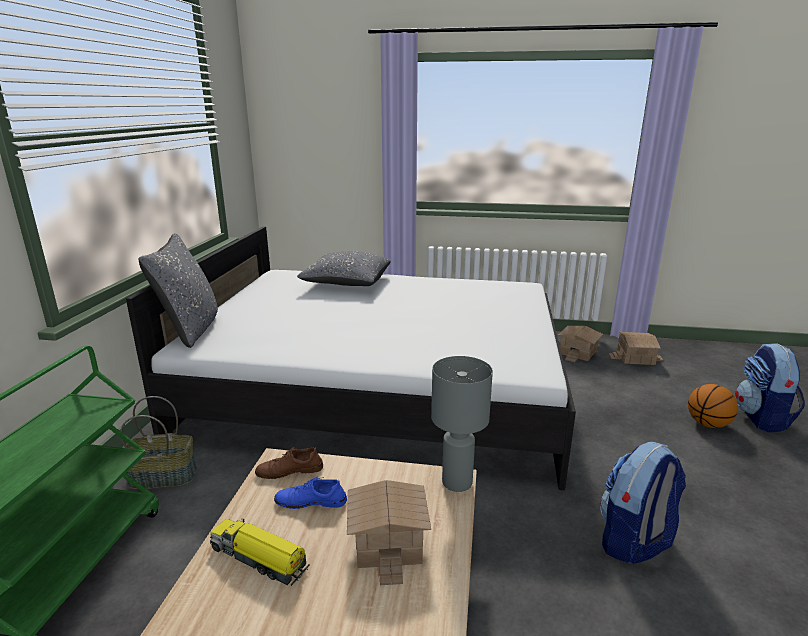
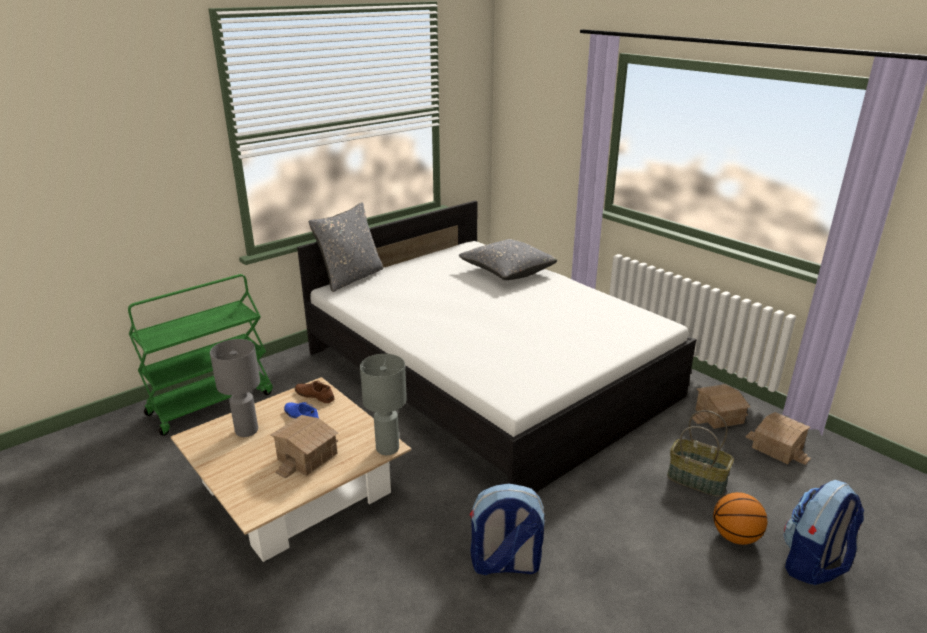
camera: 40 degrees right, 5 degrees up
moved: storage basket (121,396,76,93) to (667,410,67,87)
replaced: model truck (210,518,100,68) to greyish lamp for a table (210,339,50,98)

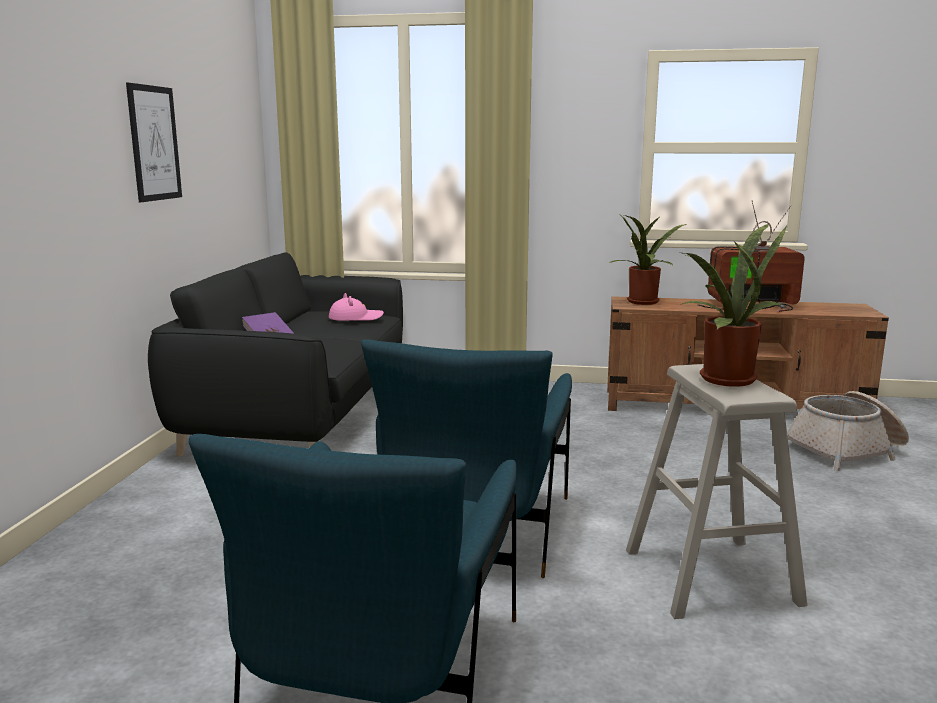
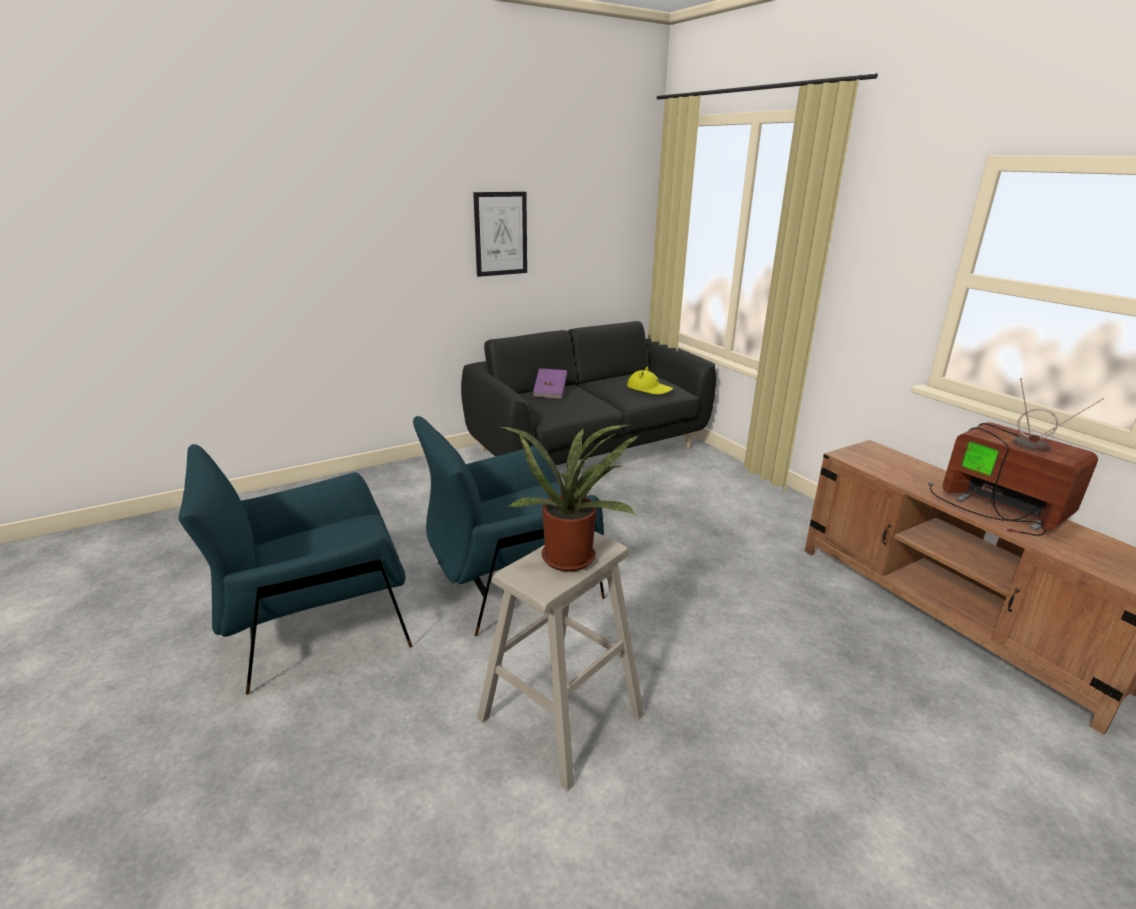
camera: 50 degrees right, 10 degrees up
removed: houseplant (608,215,79,90); storage basket (787,391,122,80)
recoloured: pink wearable hat (329,293,55,28) to yellow wearable hat (627,366,46,29)

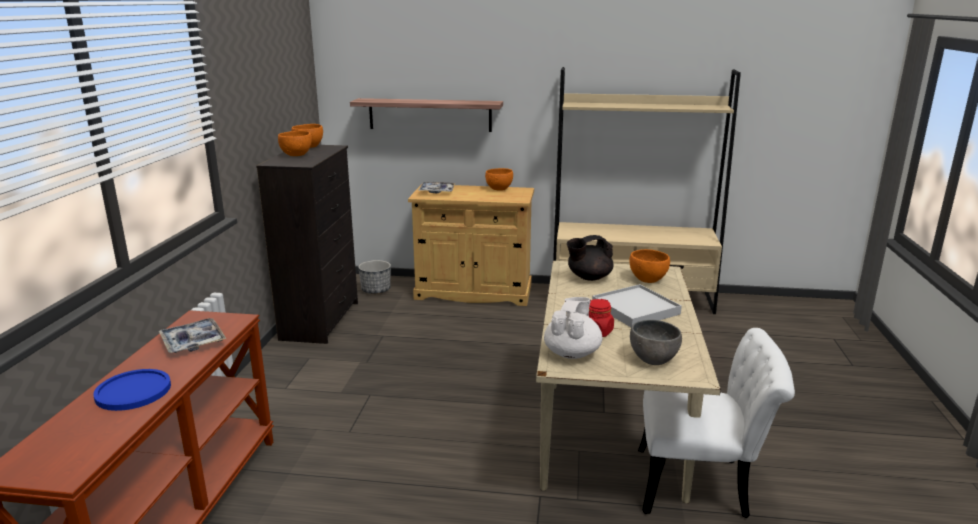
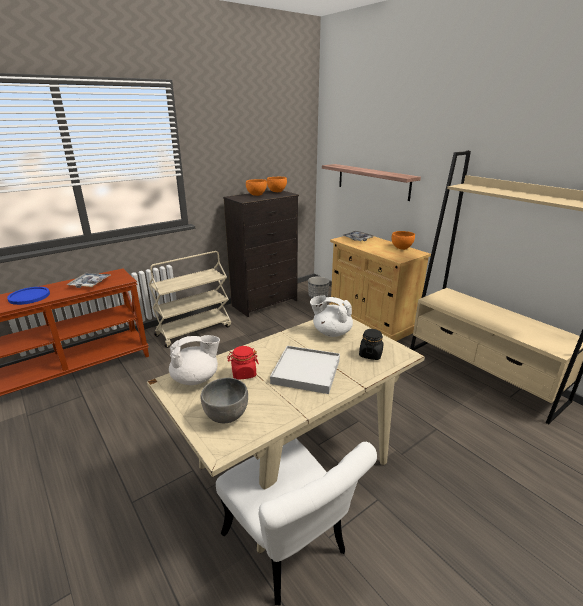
camera: 45 degrees right, 5 degrees up
added: beige-coloured wheeled cart (149,251,82,97)
replaced: orangey serving bowl (629,249,41,34) to blackish jar (359,329,24,31)
recoloured: blackish pot for tea (567,235,47,46) to white-coloured pot for tea (310,295,43,42)

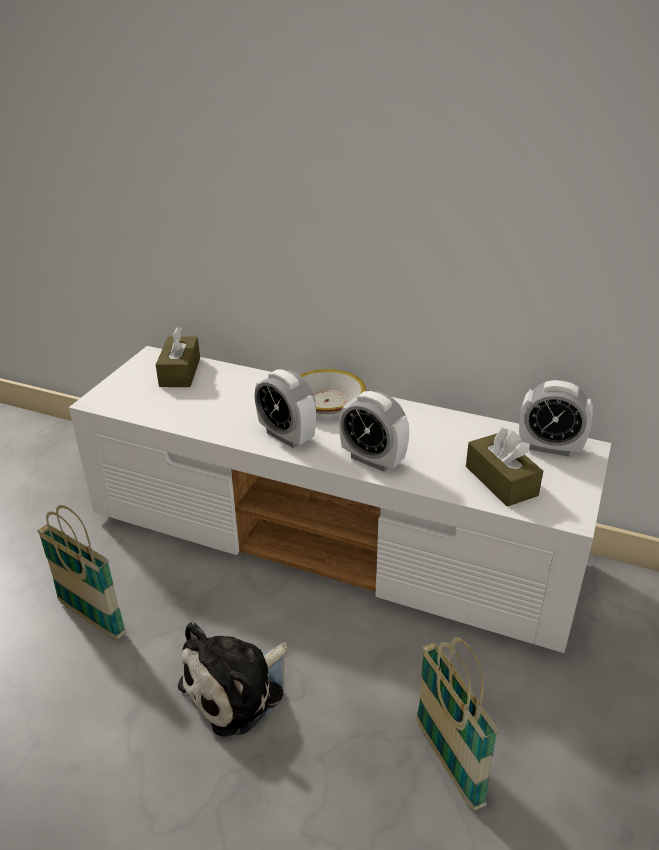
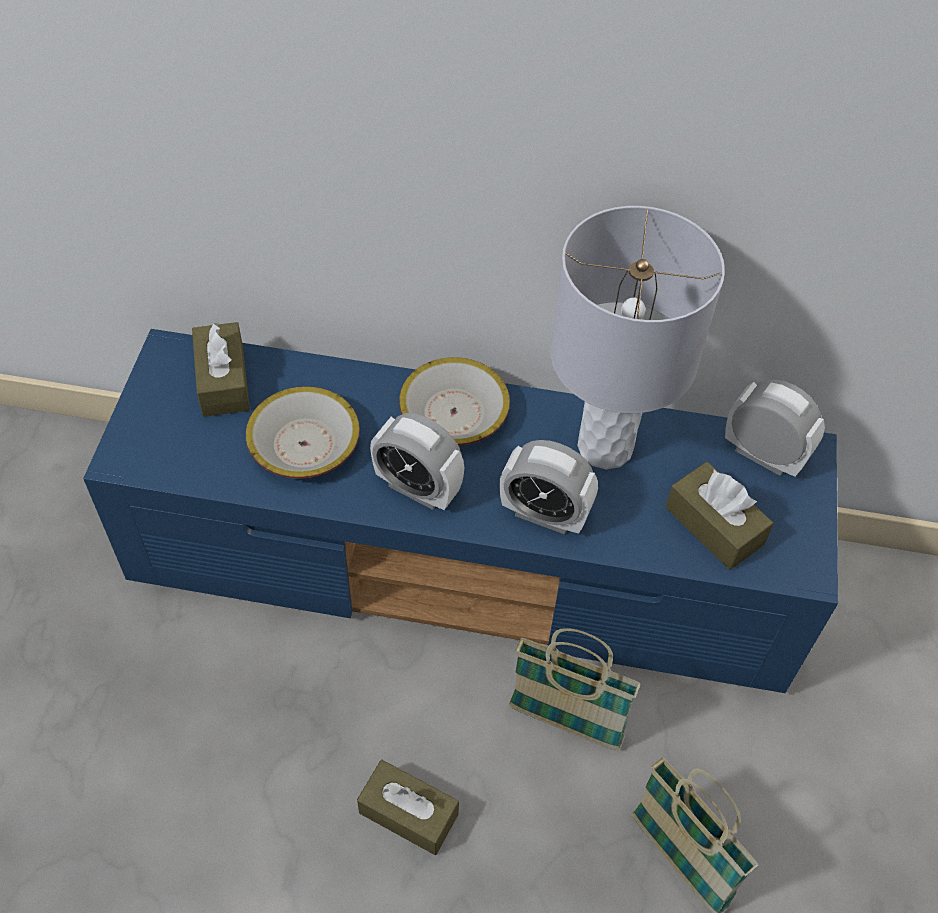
camera: 15 degrees left, 20 degrees up
added: serving bowl (246,386,114,93); greyish lamp for a table (550,206,175,264)
moved: storage basket (37,505,89,135) to (509,628,132,123)
replaced: soft toy (178,622,110,115) to brownish tissue box (357,760,102,95)
recoloured: white-coloured media console (69,346,542,307) to blue-coloured media console (83,329,755,364)
turned: alarm clock (519,380,74,77) = (725,380,100,97) 150 degrees counterclockwise

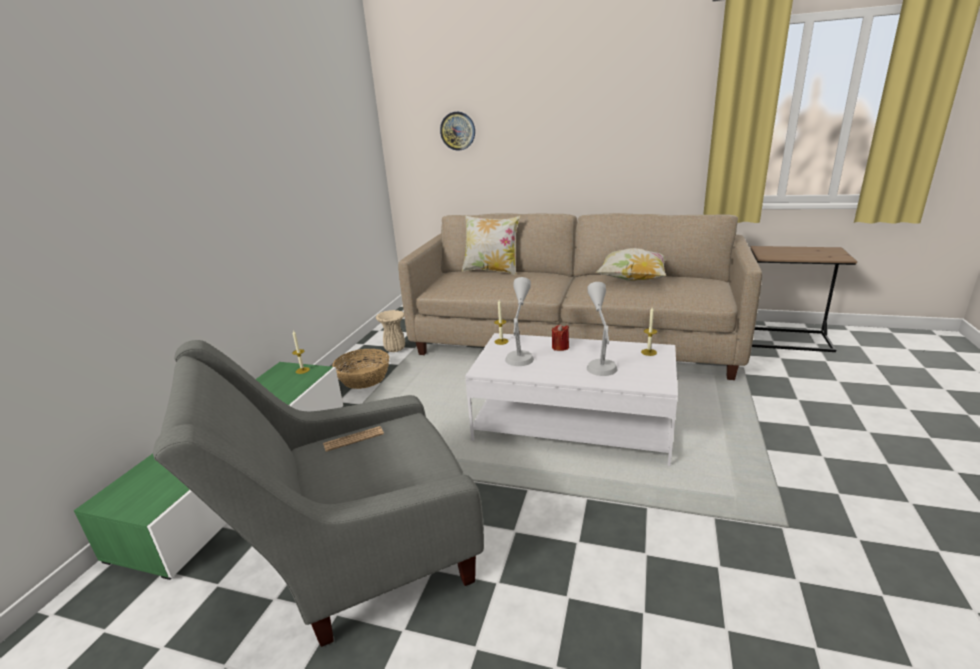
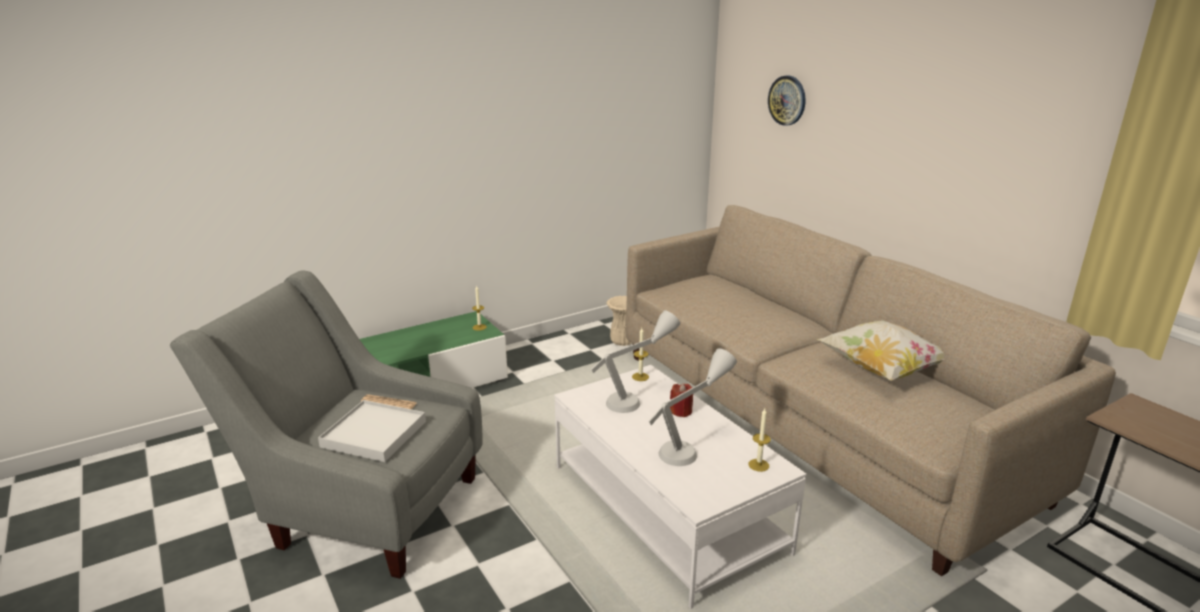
camera: 40 degrees right, 0 degrees up
removed: storage basket (332,349,57,40); cushion (462,216,58,59)
added: white-coloured carrying tray (318,400,108,62)

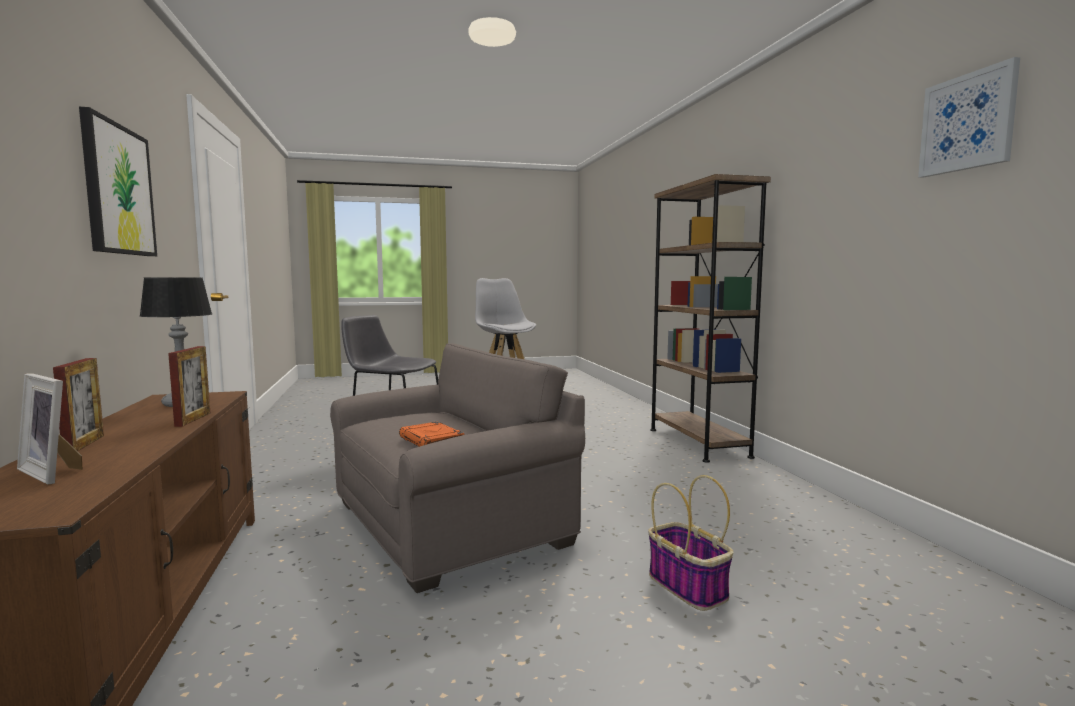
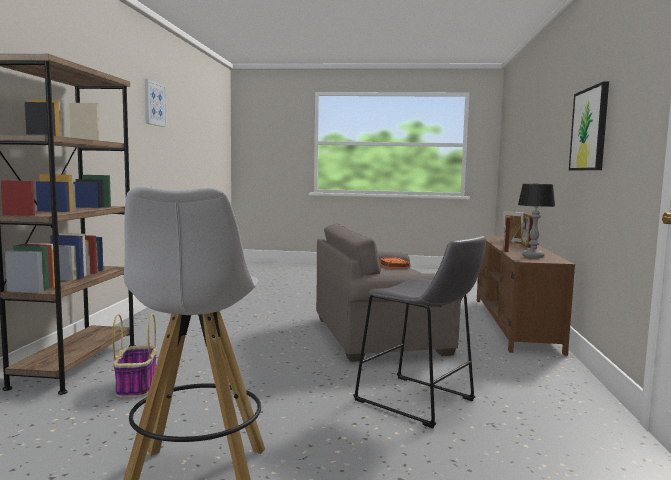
camera: 160 degrees left, 0 degrees up
moved: storage basket (648,475,86,136) to (112,314,44,84)

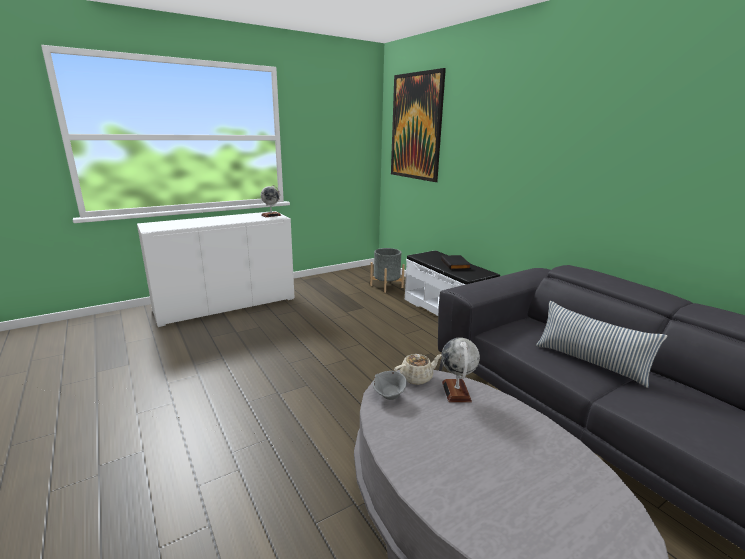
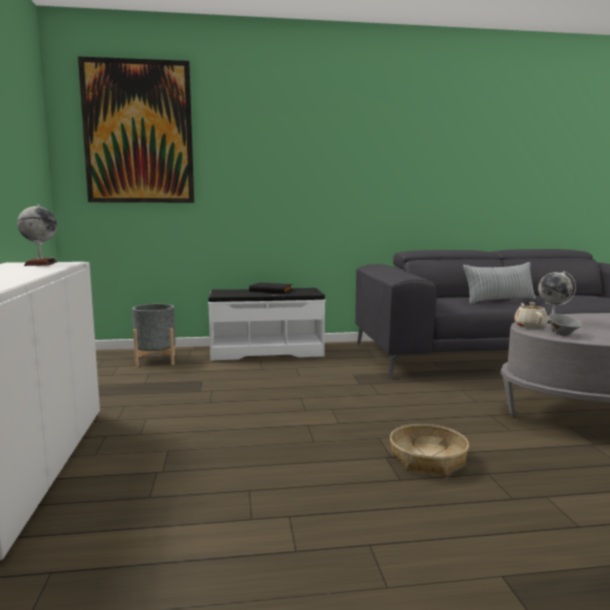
camera: 65 degrees left, 10 degrees down
added: storage basket (390,424,79,52)

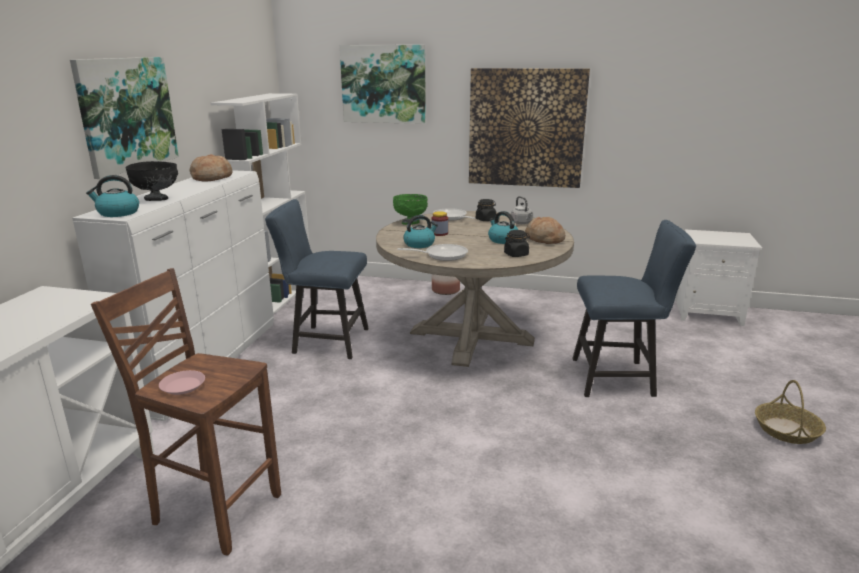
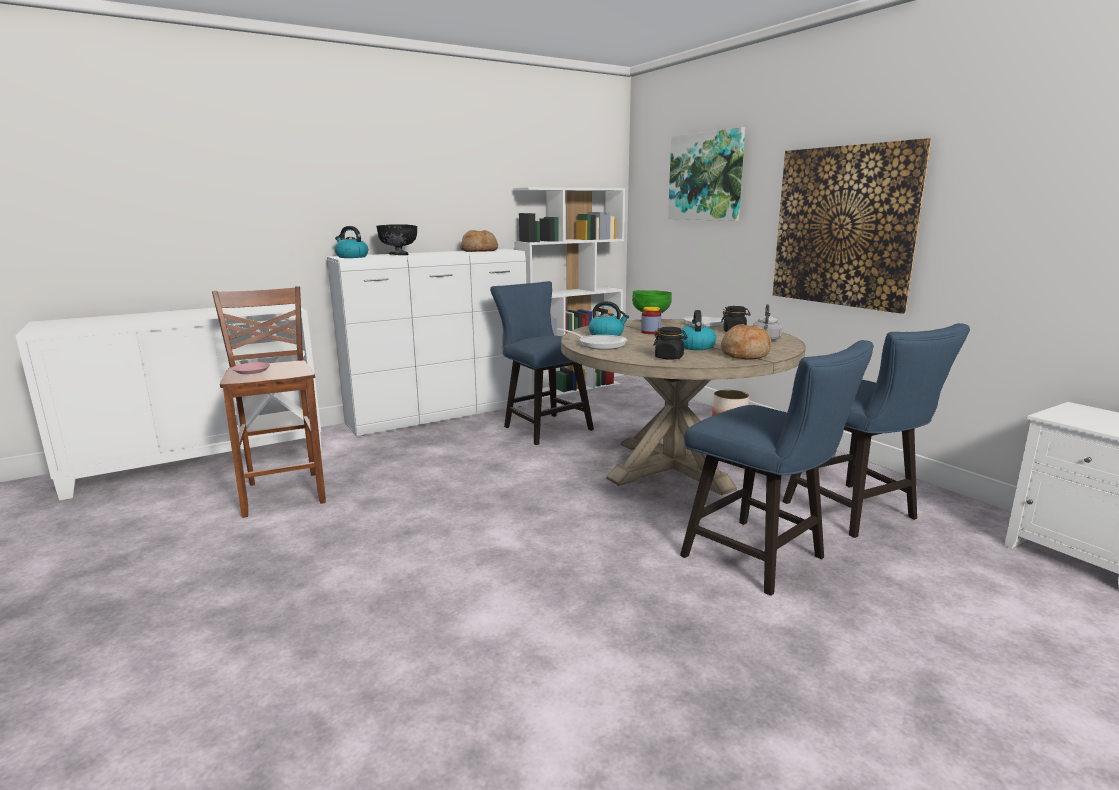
camera: 45 degrees right, 5 degrees down
removed: wall art (70,57,109,122); storage basket (755,380,71,64)
added: blue-coloured upright chair (782,323,188,215)

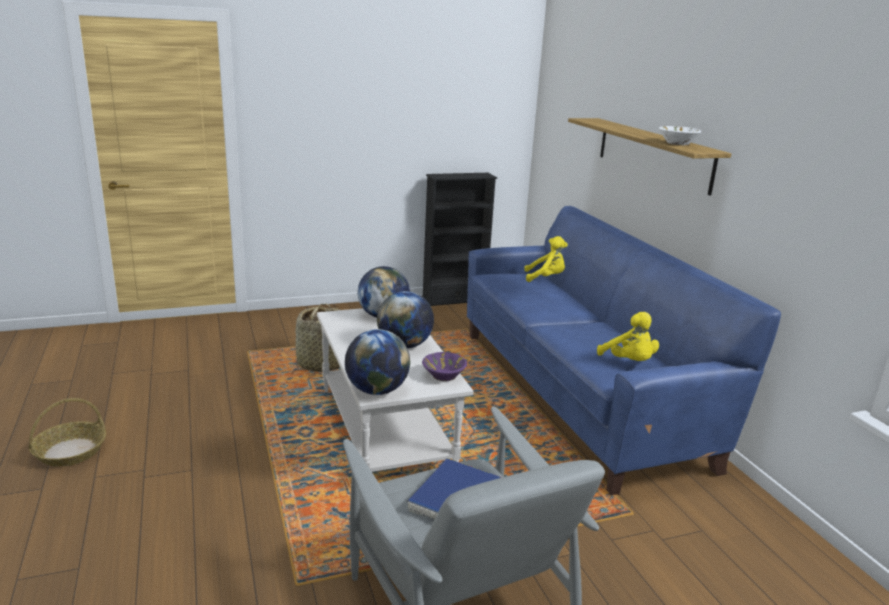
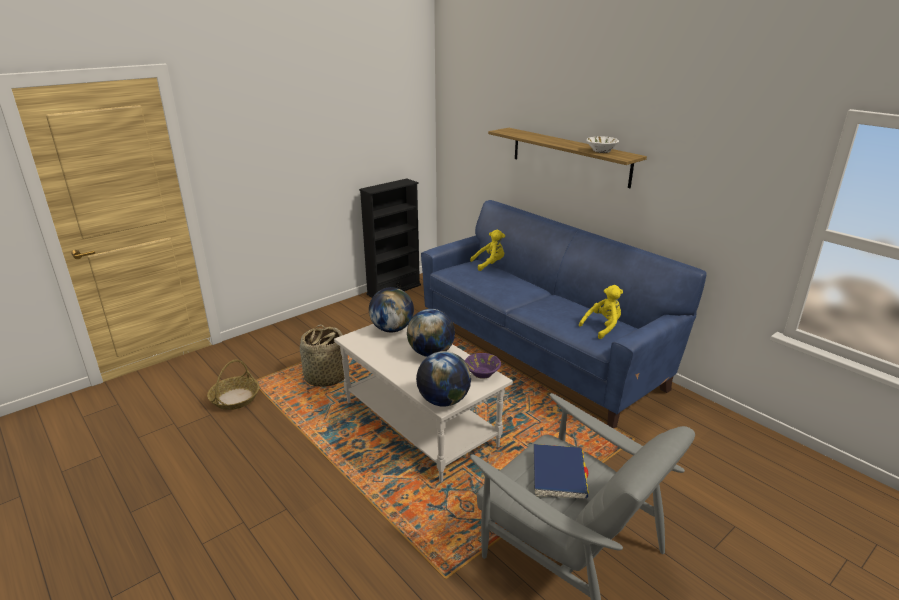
camera: 20 degrees left, 5 degrees up
moved: storage basket (29,398,77,69) to (207,360,53,50)
turned: yellow soft toy (597,312,62,49) = (579,285,44,54) 75 degrees counterclockwise

